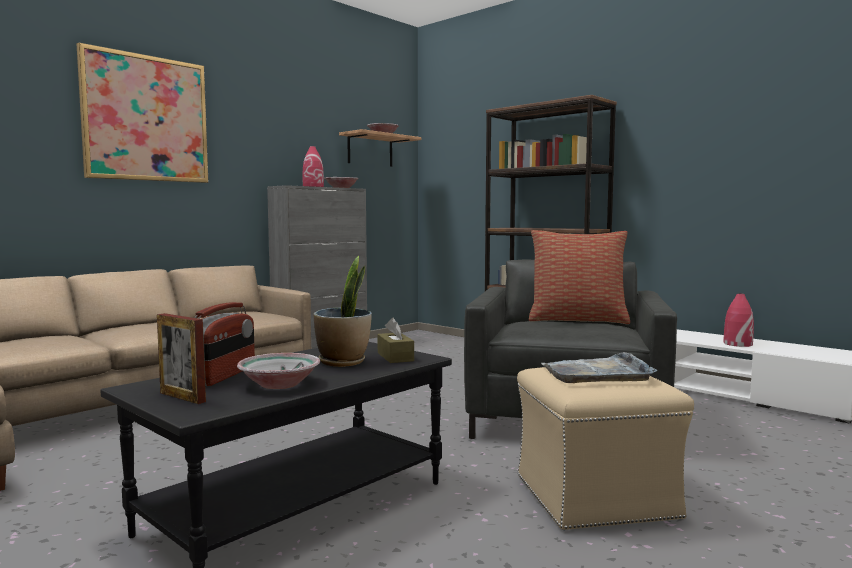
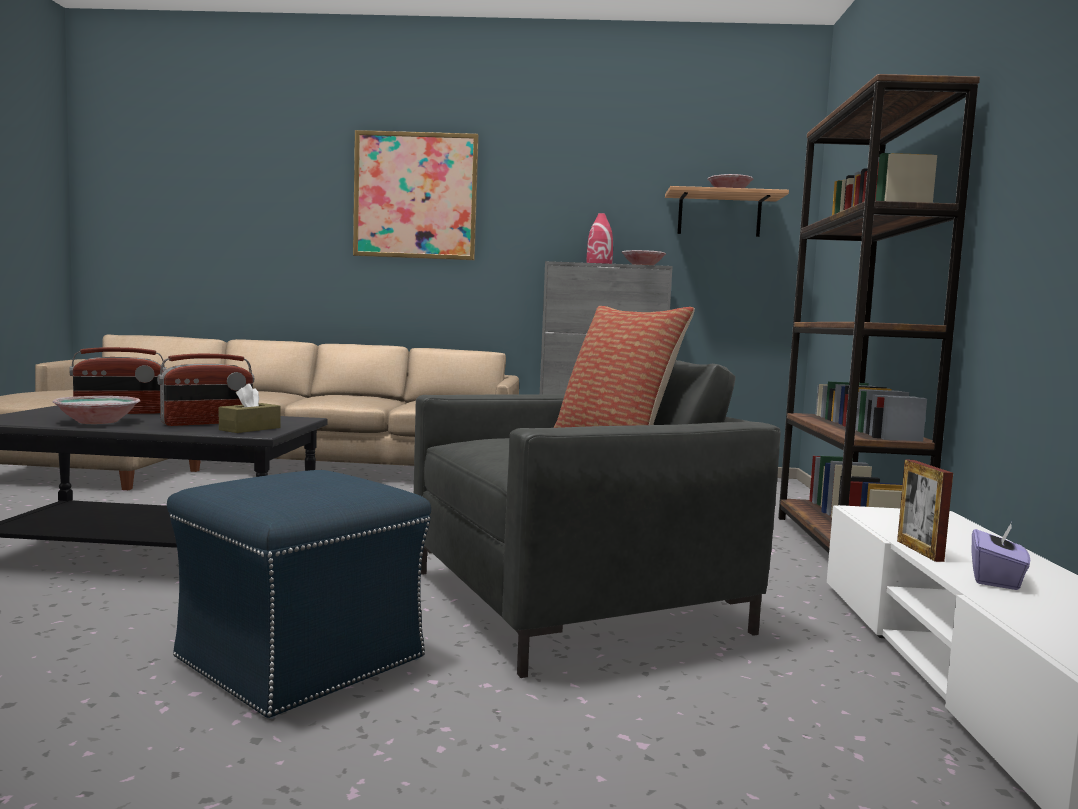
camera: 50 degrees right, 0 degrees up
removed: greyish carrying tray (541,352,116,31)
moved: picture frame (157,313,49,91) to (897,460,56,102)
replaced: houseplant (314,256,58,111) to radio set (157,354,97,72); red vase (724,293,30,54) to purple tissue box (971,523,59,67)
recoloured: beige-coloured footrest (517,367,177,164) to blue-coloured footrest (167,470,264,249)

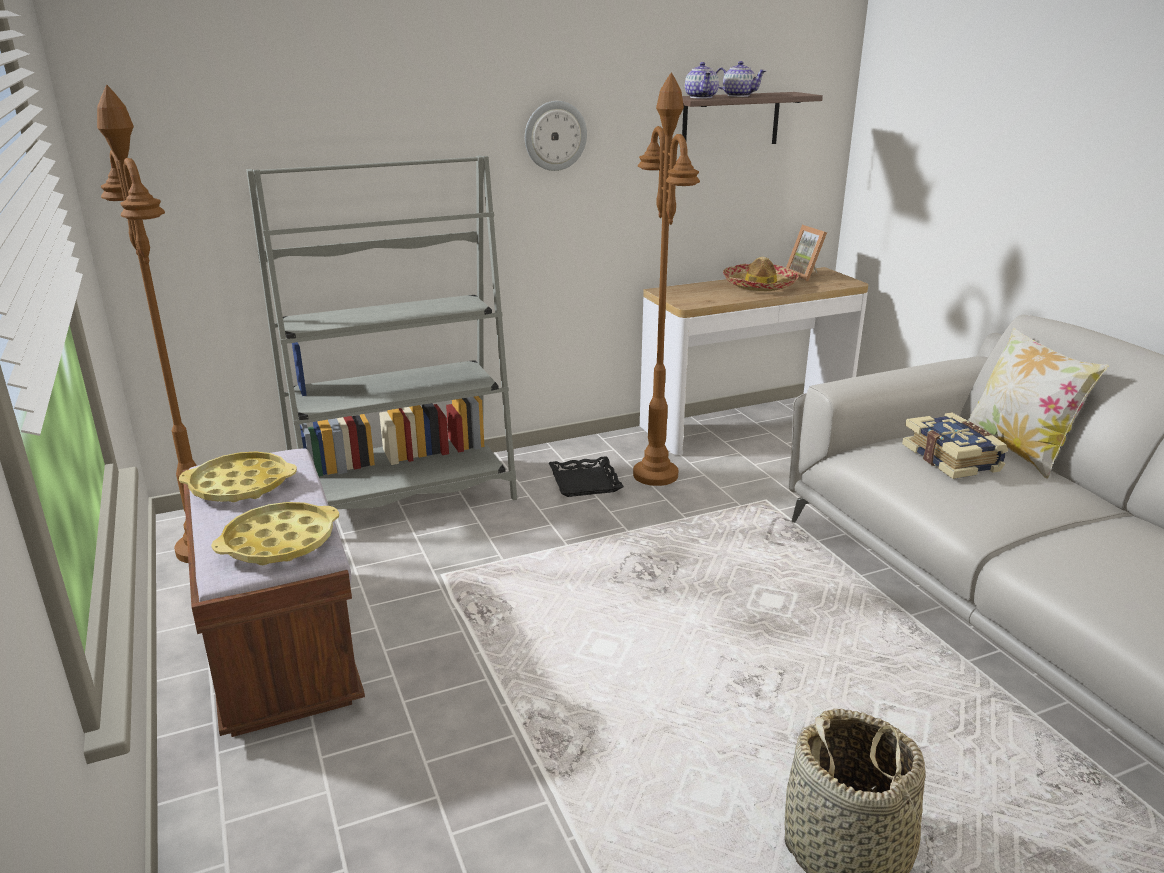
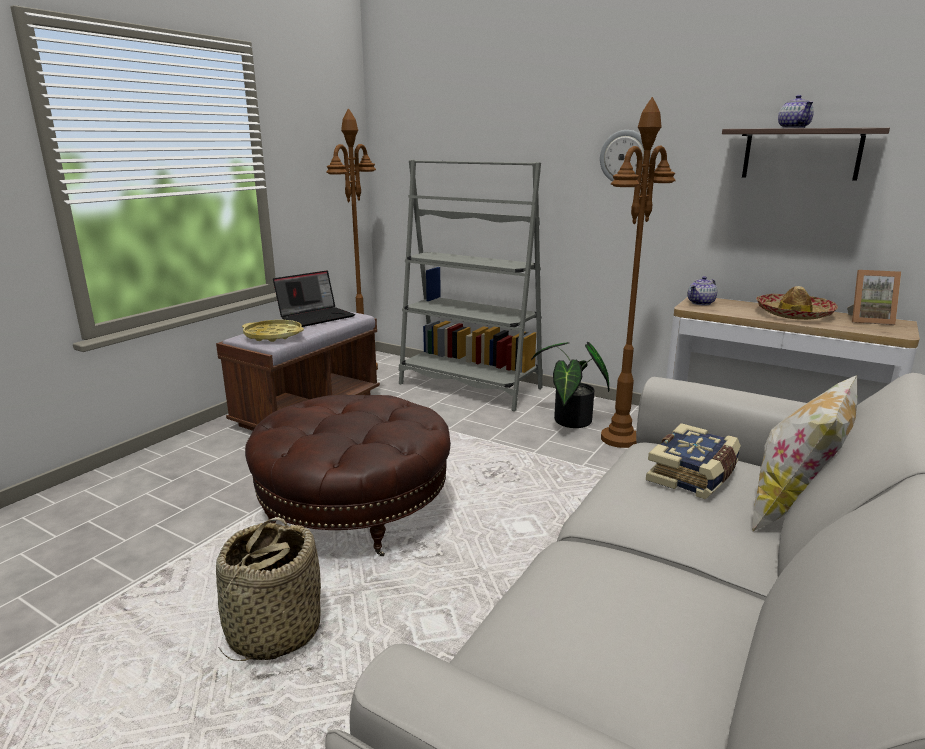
camera: 55 degrees right, 5 degrees down
added: brownish footrest (245,395,206,161)
moved: pot for tea (685,62,34,36) to (688,276,29,30)
replaced: yellow carrying tray (179,452,118,50) to portable computer (273,270,82,57); blackish carrying tray (549,456,75,41) to houseplant (531,342,78,86)
turned: picture frame (786,225,41,56) = (847,270,54,55) 105 degrees counterclockwise

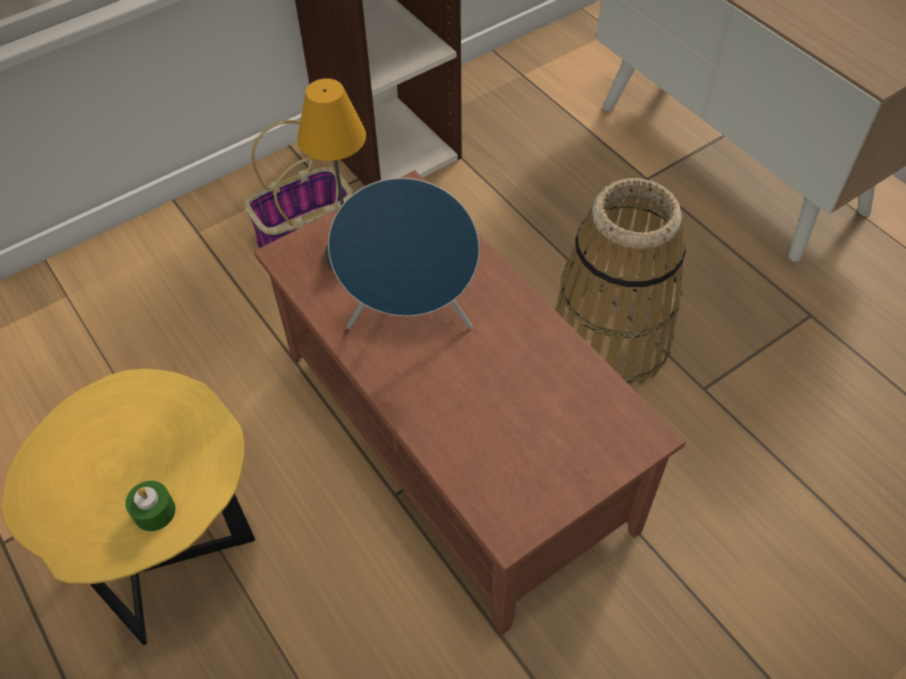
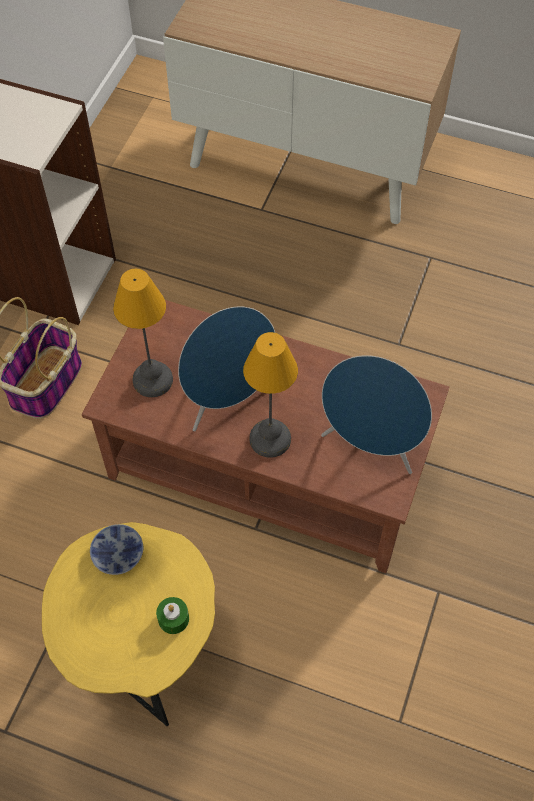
camera: 35 degrees left, 5 degrees up
removed: storage basket (555,178,131,207)
added: serving bowl (90,524,53,51); lamp for a table (243,332,55,126); blue-coloured audio speaker (321,355,111,119)

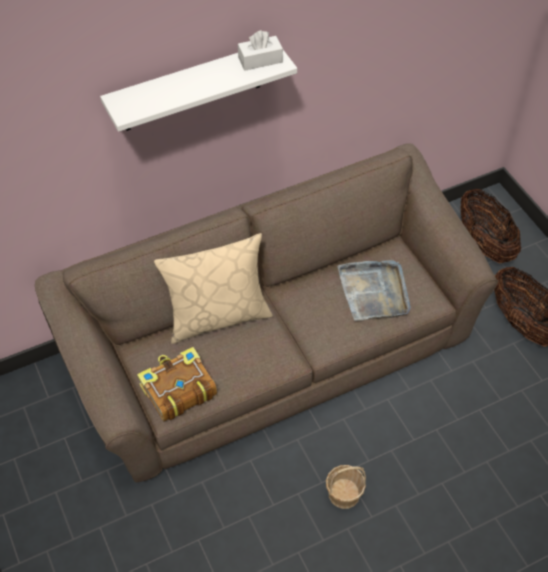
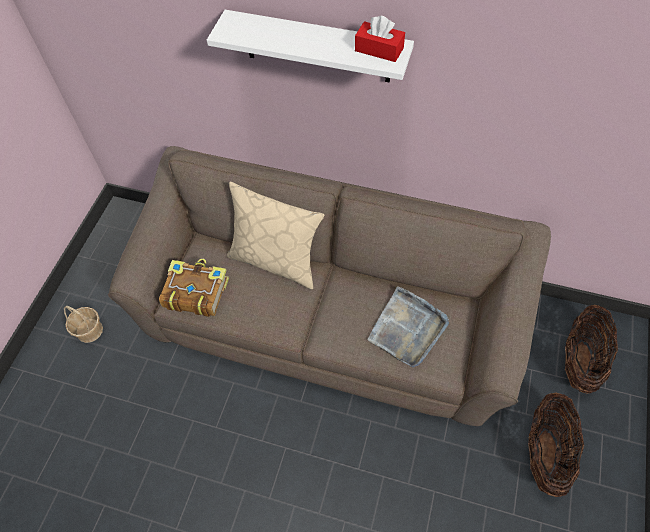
camera: 45 degrees right, 5 degrees up
moved: storage basket (326,465,40,44) to (64,306,39,37)
recoloured: white-coloured tissue box (238,30,45,41) to red tissue box (355,16,50,46)

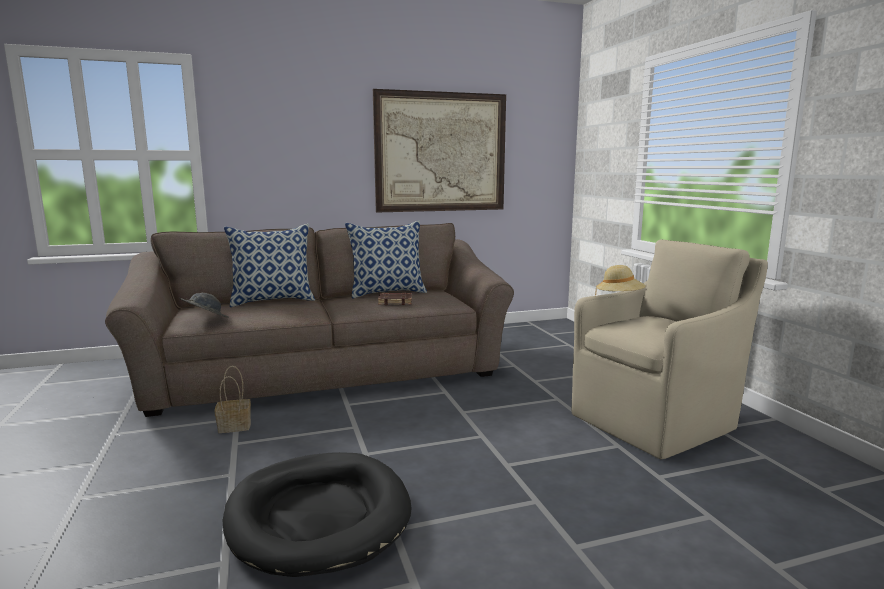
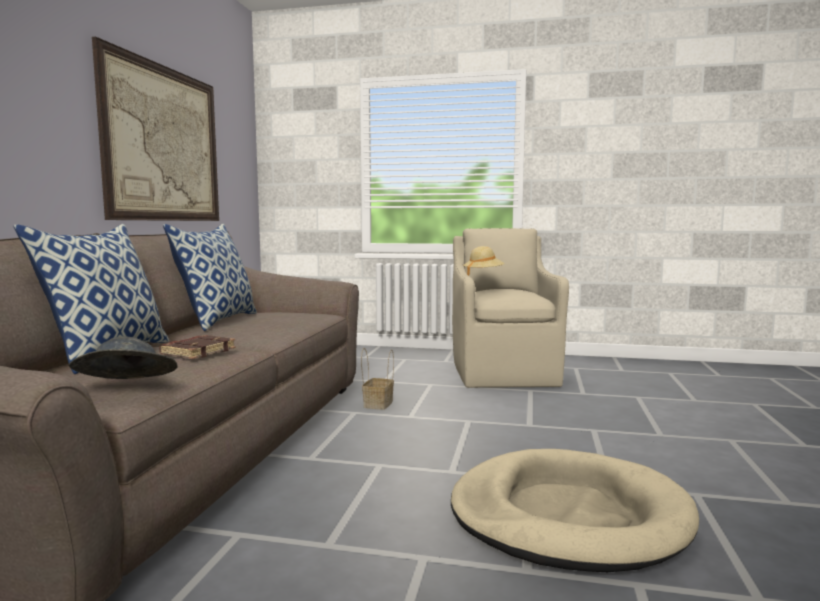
camera: 60 degrees left, 5 degrees down
moved: storage basket (215,366,36,67) to (361,348,33,62); brownish bound book (378,293,34,12) to (159,335,77,24)
recoloured: blackish dog cushion (223,452,189,125) to beige-coloured dog cushion (451,449,248,123)

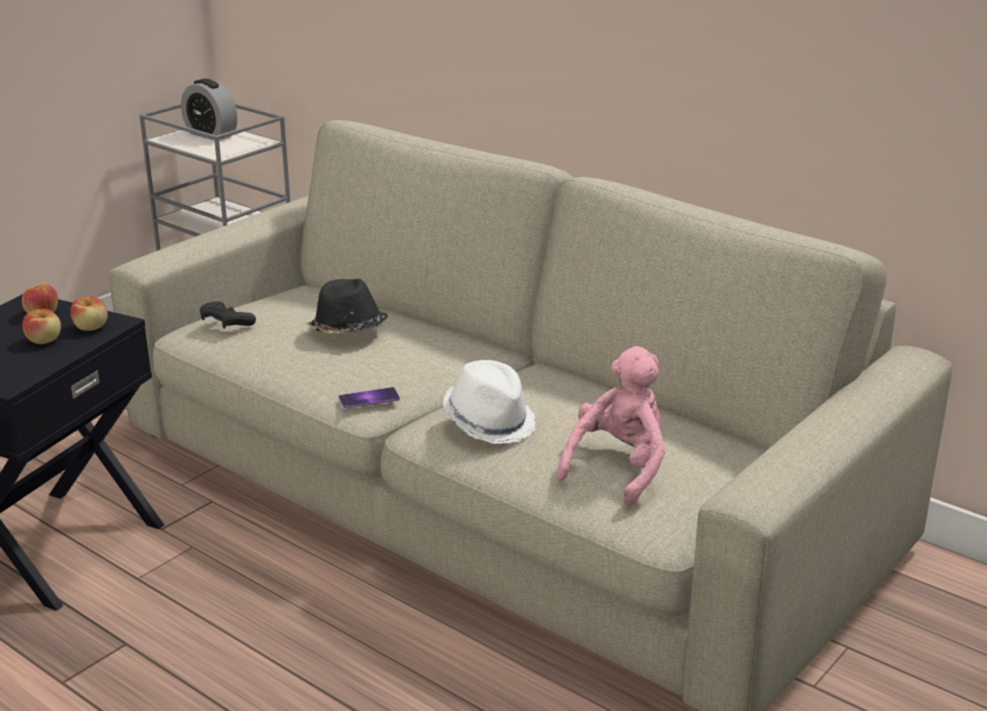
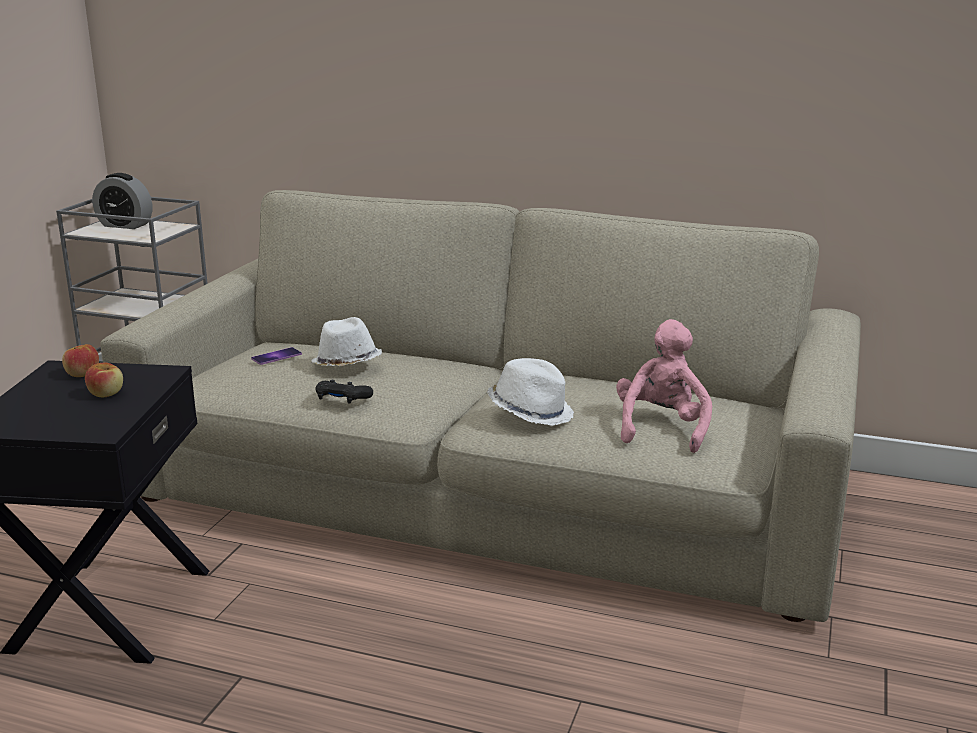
camera: 20 degrees left, 5 degrees down
removed: whole apple (70,296,38,35)
moved: blackish joypad (200,301,56,28) to (316,380,57,24); phone (339,387,61,22) to (251,347,51,18)
recoloured: blackish wearable hat (306,279,82,54) to white-coloured wearable hat (311,317,71,49)

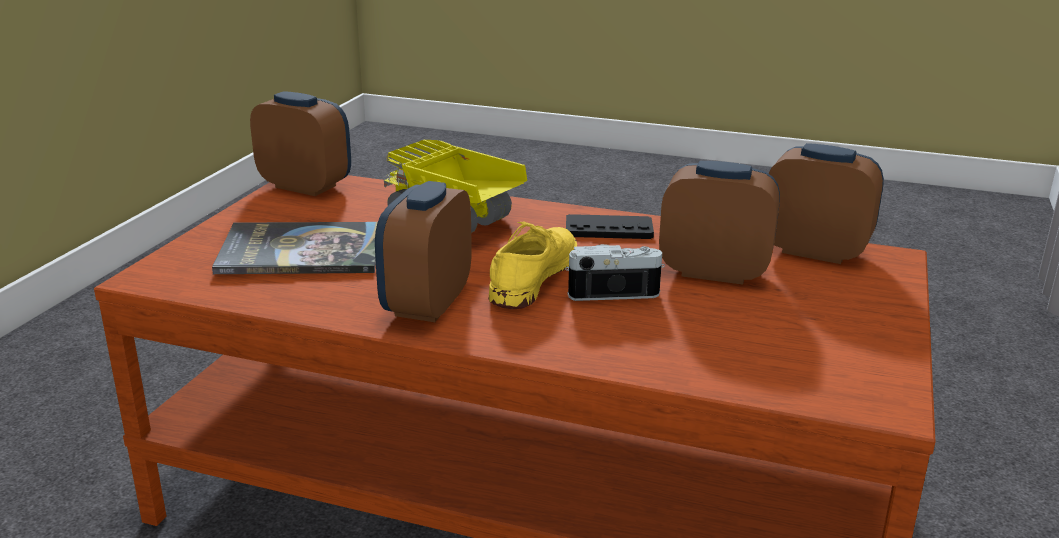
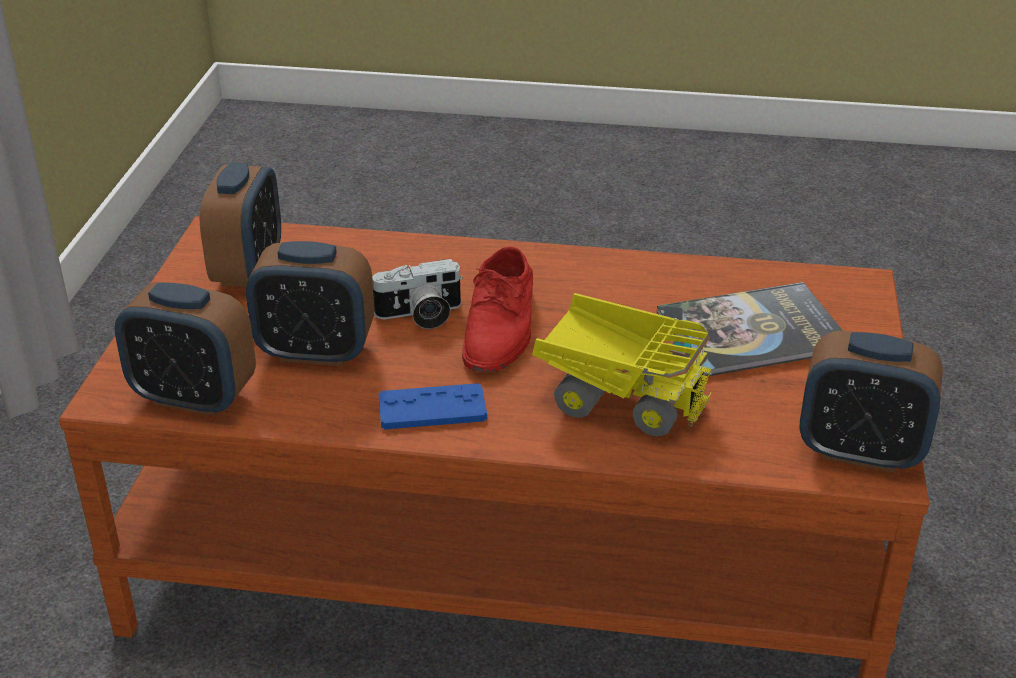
camera: 170 degrees right, 10 degrees up
moved: alarm clock (375,181,97,141) to (200,162,81,125)
recoloured: yellow low shoe (489,221,88,88) to red low shoe (462,246,71,126); blackish joypad (566,214,88,25) to blue-coloured joypad (378,383,109,47)

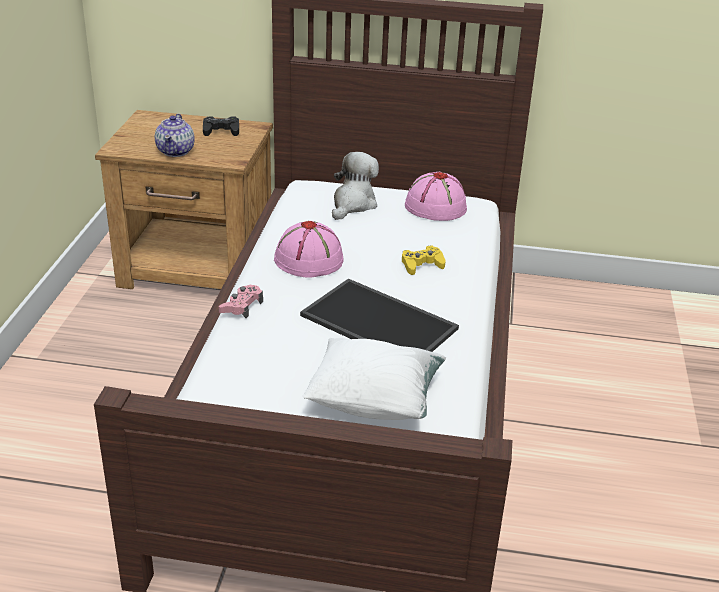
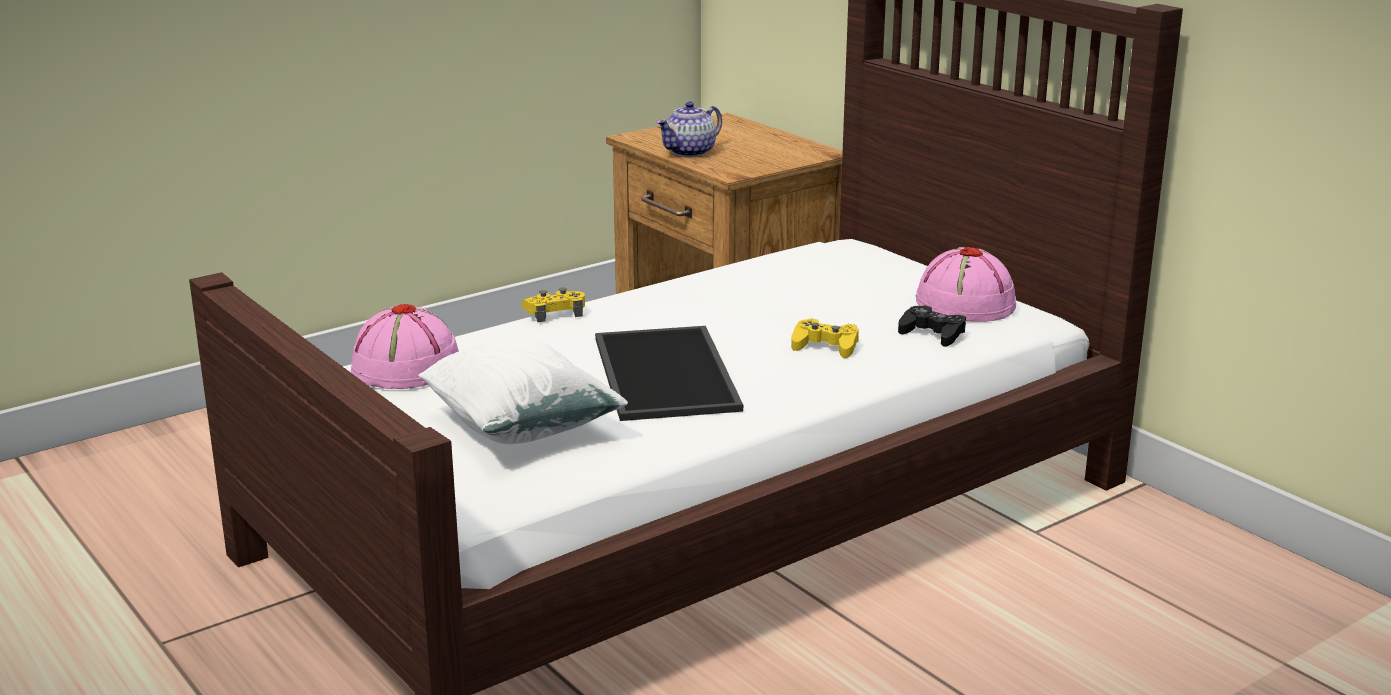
camera: 45 degrees right, 10 degrees down
removed: soft toy (332,152,47,68)
moved: blackish joypad (203,116,36,20) to (898,306,68,41); pink wearable hat (274,221,70,57) to (351,304,108,85)
recoloured: pink joypad (219,285,44,33) to yellow joypad (522,288,63,34)

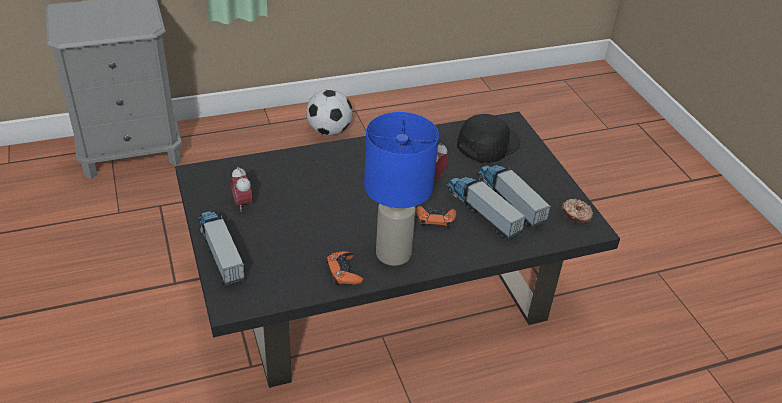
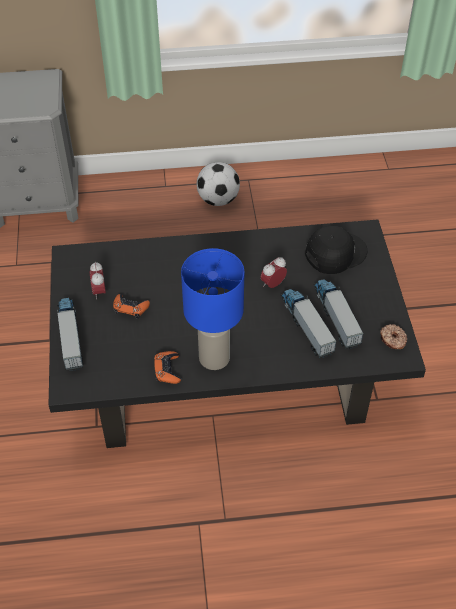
camera: 15 degrees right, 10 degrees up
moved: orangey joypad (416,206,40,23) to (113,294,37,25)

